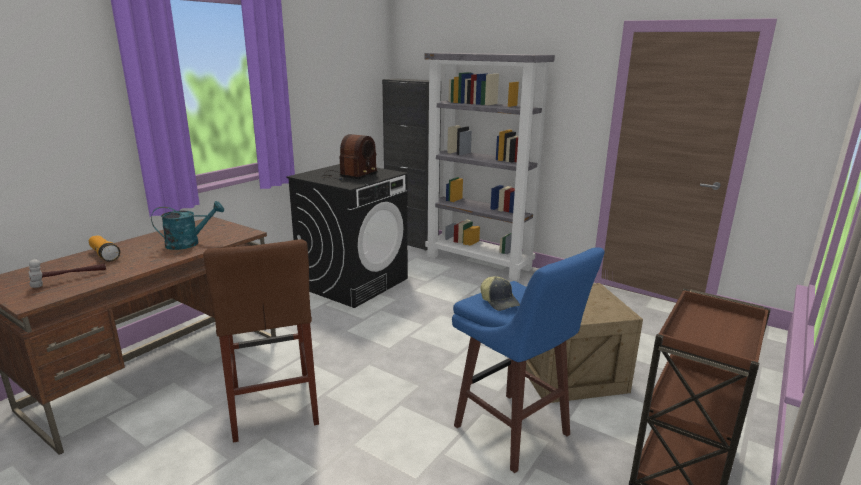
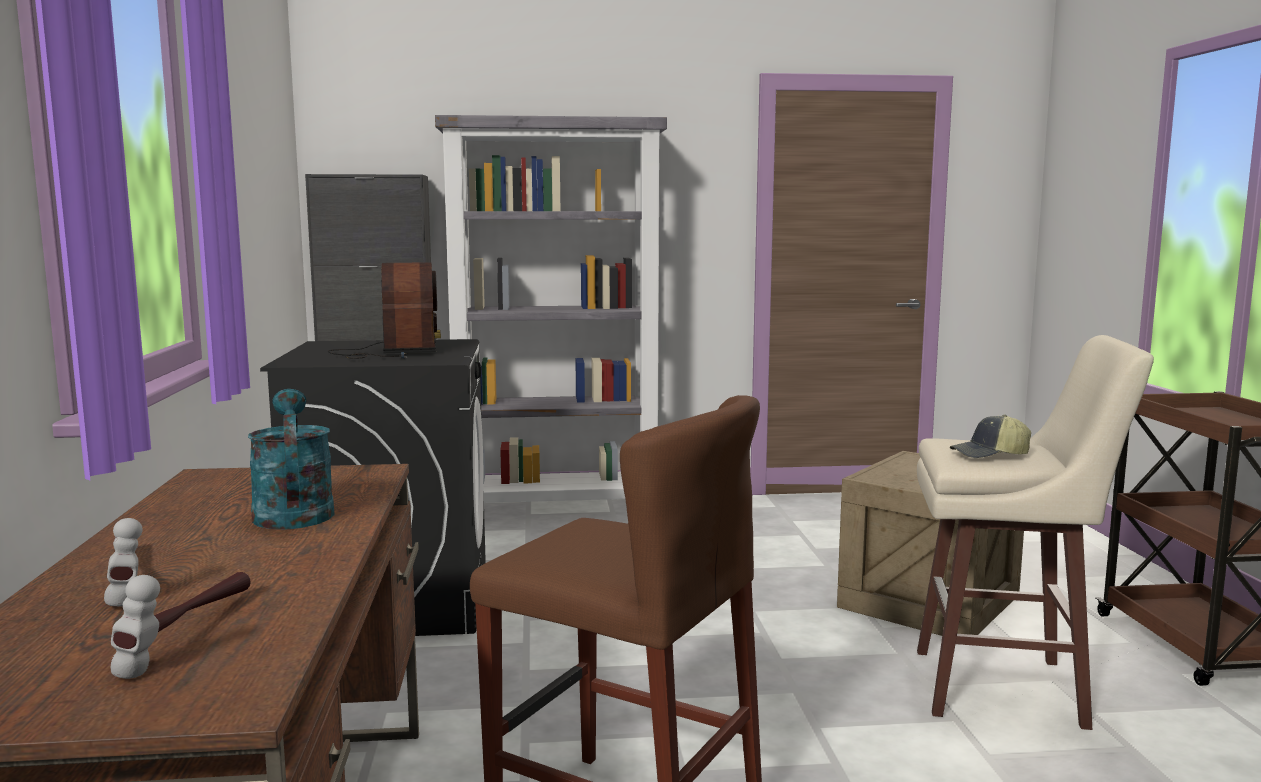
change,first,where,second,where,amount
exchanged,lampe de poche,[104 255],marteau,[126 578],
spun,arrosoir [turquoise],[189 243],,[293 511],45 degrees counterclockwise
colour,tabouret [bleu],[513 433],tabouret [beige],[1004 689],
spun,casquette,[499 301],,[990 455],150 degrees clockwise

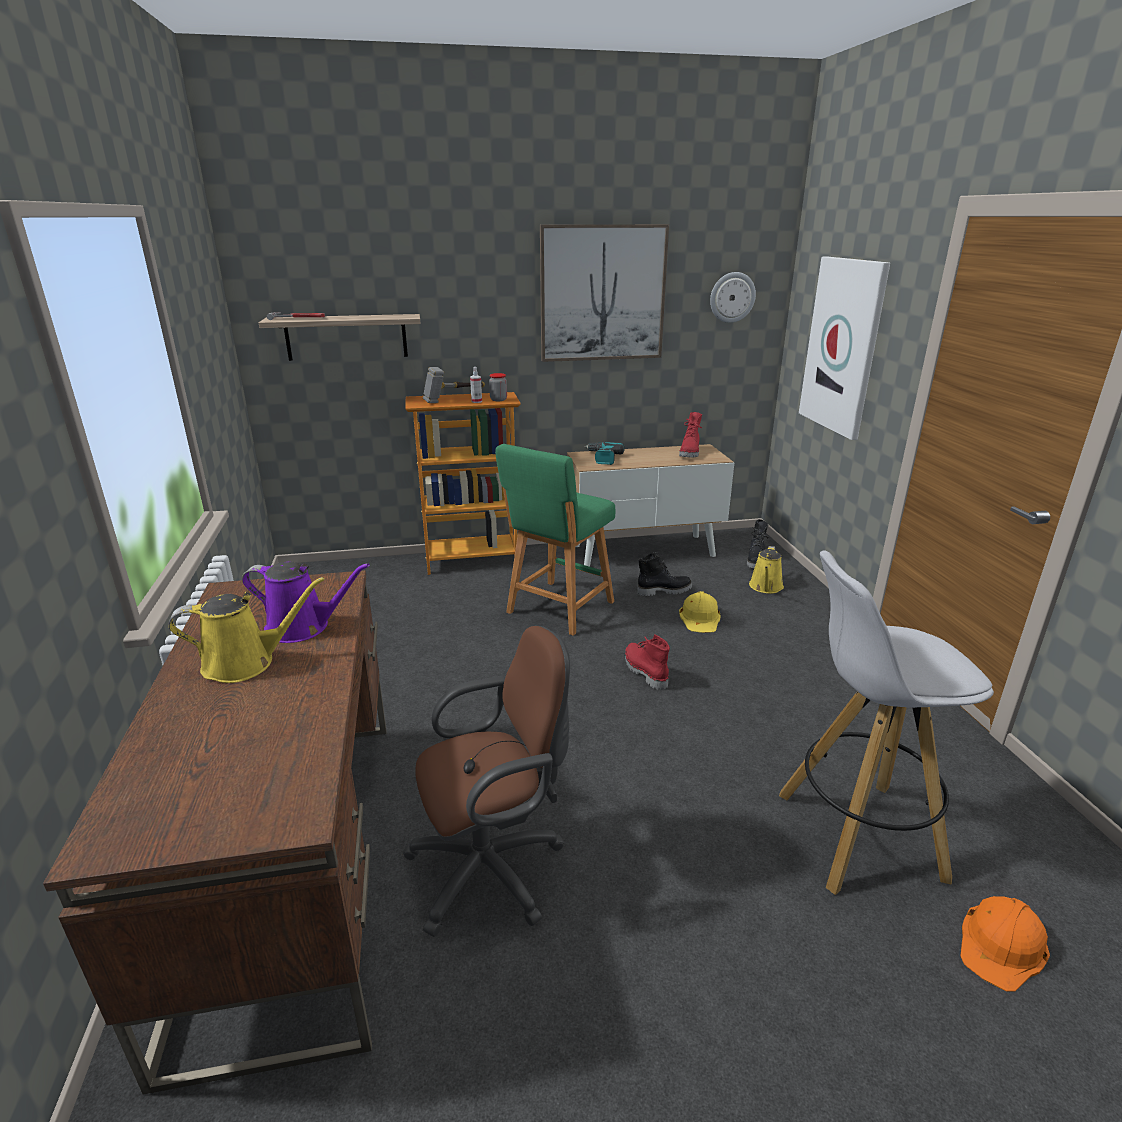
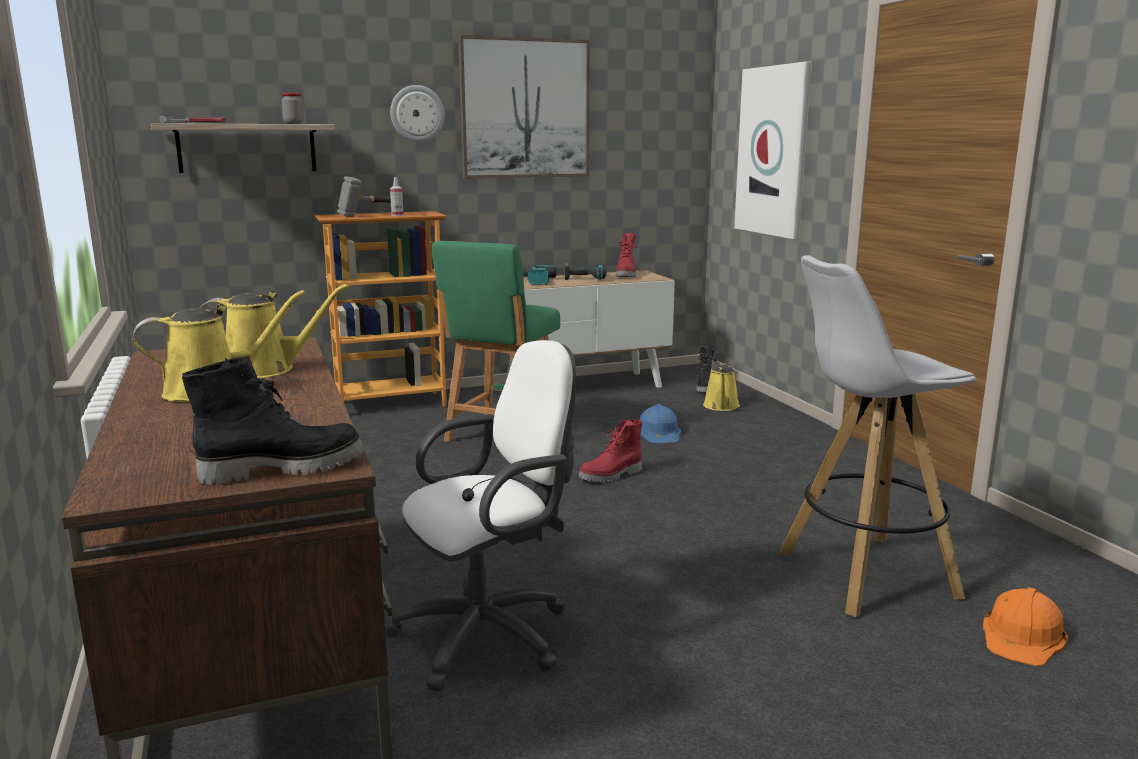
change,first,where,second,where,amount
relocated,botte [noir],[664 591],,[282 469],
colour,arrosoir [violet],[303 627],arrosoir [jaune],[266 369],
relocated,bocal,[498 399],,[293 123],
colour,chaise de bureau [marron],[494 868],chaise de bureau [blanc],[491 634],
relocated,horloge murale,[732 297],,[417 113],
appeared,,,perceuse,[586 278],
spun,botte [rouge],[644 672],,[611 476],90 degrees counterclockwise
colour,casque de chantier [jaune],[700 617],casque de chantier [bleu],[659 432],

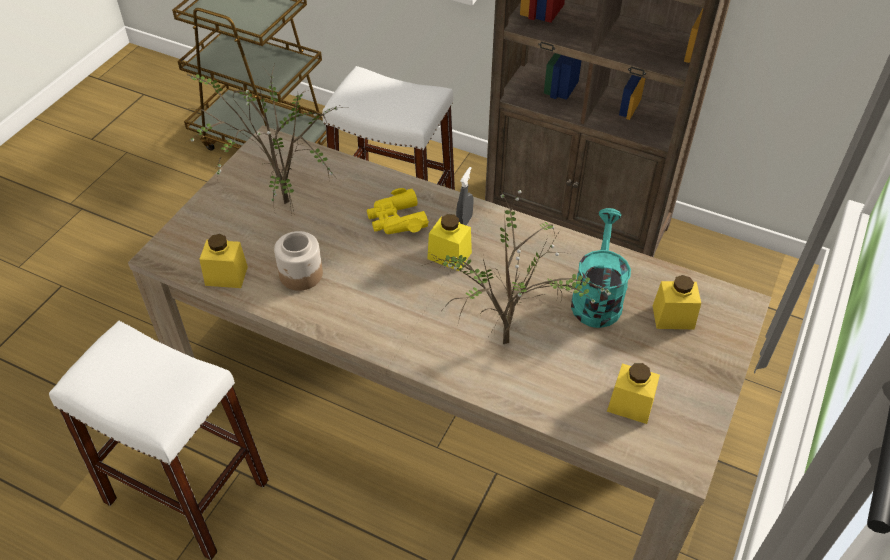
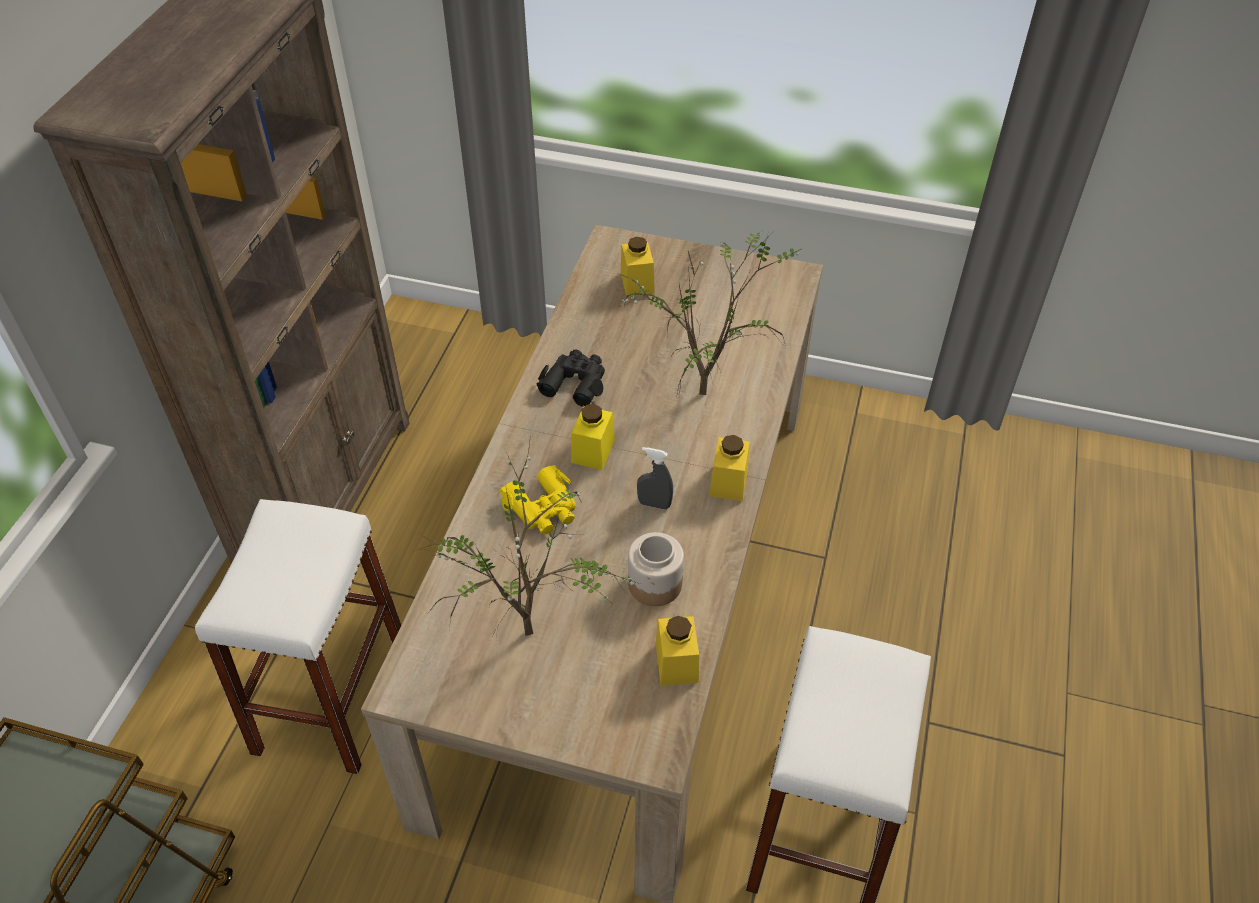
change,first,where,second,where,amount
appeared,,,jumelles [noir],[575 382],
relocated,vaporisateur [gris],[464 222],,[654 504],
relocated,bocal [jaune],[630 405],,[728 482],
missing,arrosoir [turquoise],[596 297],,,

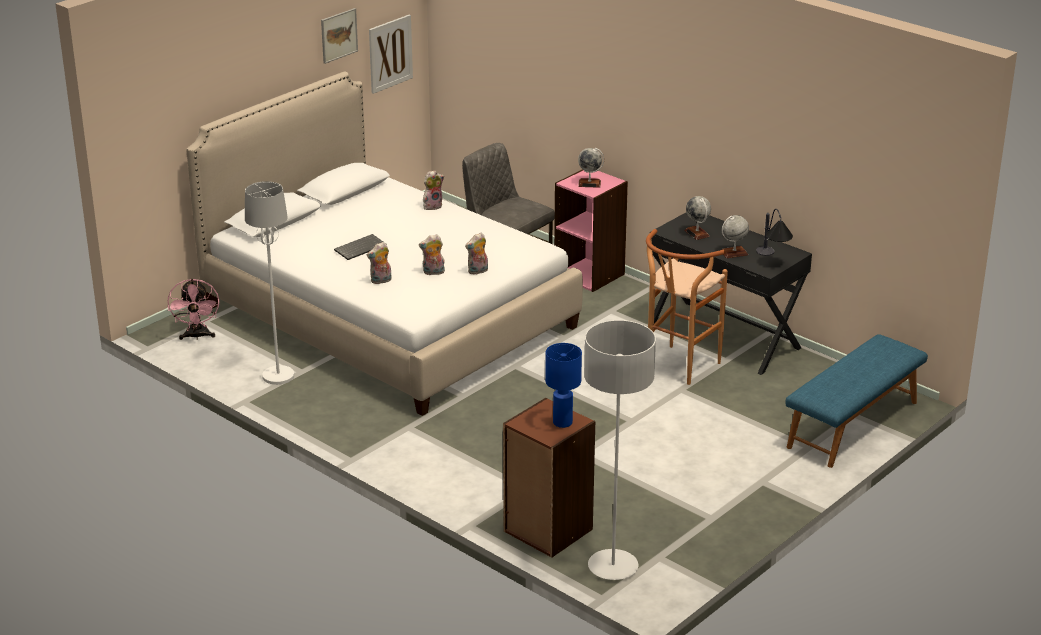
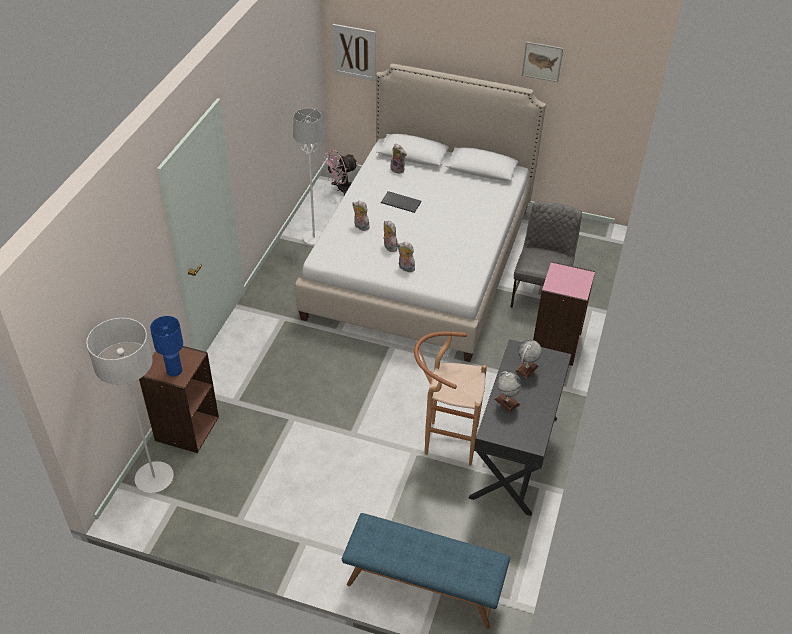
change,first,where,second,where,amount
relocated,tableau,[390 53],,[354 52],
relocated,peluche,[433 206],,[398 169],
missing,globe,[589 183],,,
missing,lampe de table,[772 260],,,

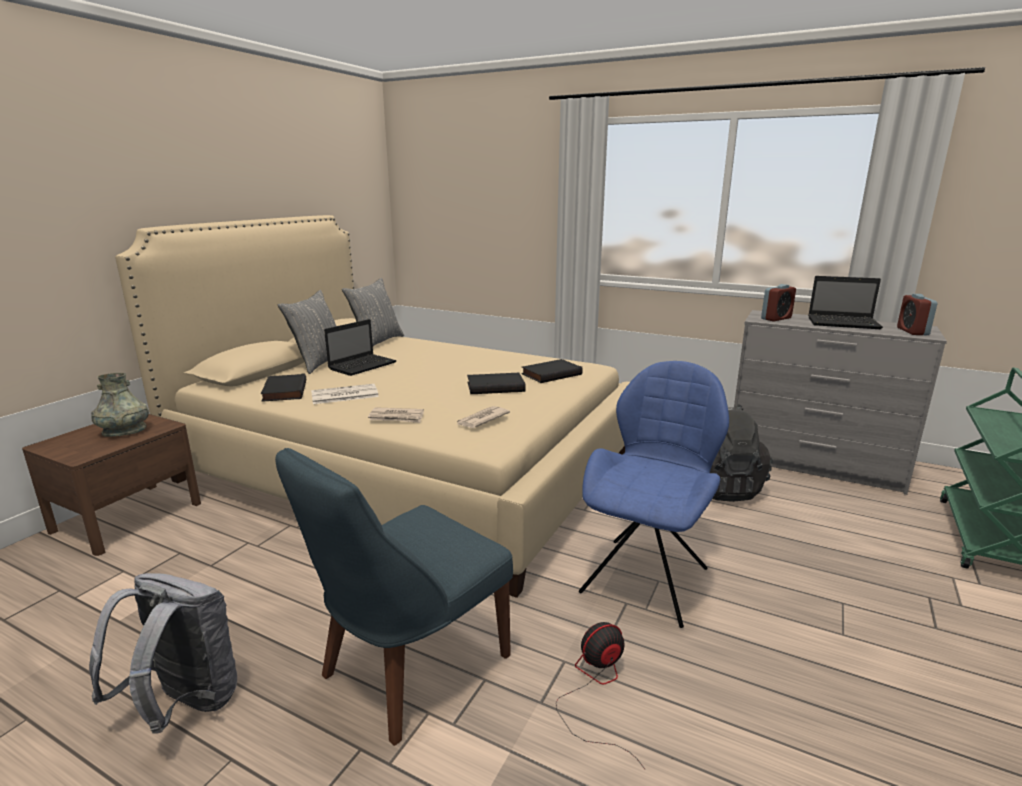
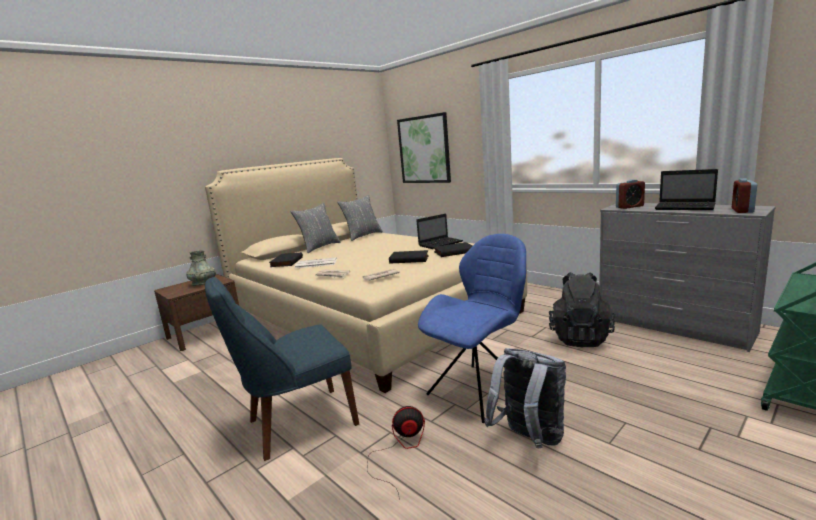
change,first,where,second,where,amount
appeared,,,tableau,[424 149],
relocated,ordinateur portable,[363 365],,[441 243],
relocated,sac à dos [gris],[184 705],,[529 439],

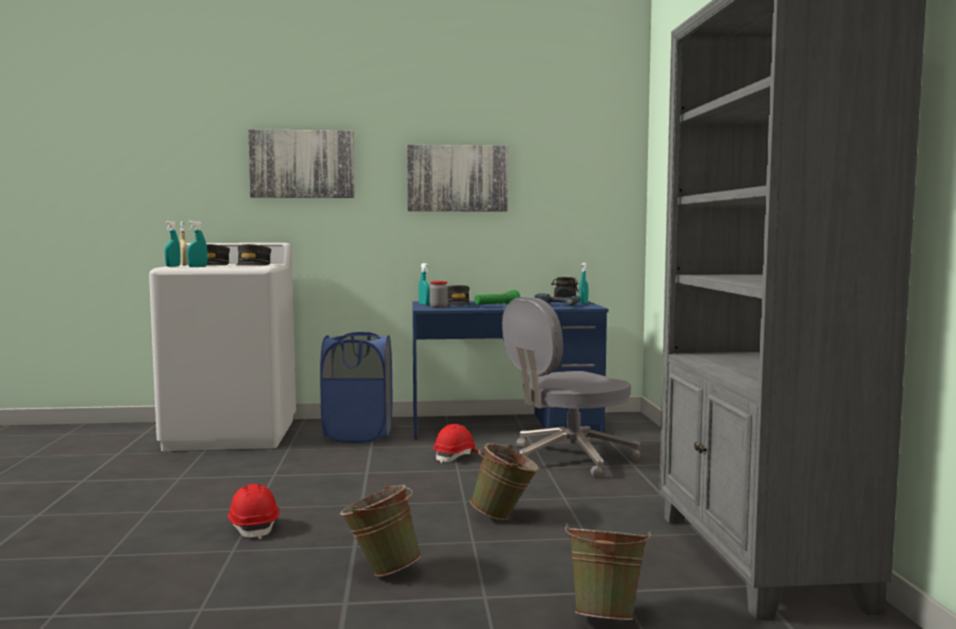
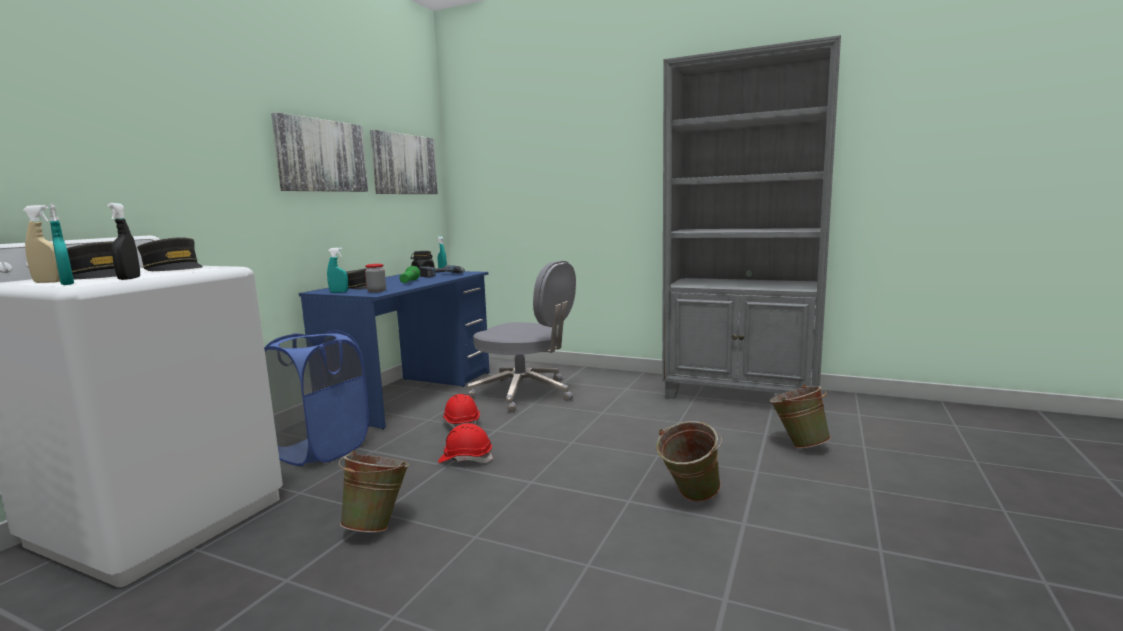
change,first,where,second,where,amount
colour,vaporisateur [turquoise],[197 267],vaporisateur [noir],[129 278],
relocated,seau [vert],[505 517],,[378 525],
relocated,tableau,[302 164],,[404 164],
relocated,casque de chantier [rouge],[254 527],,[465 459],
spun,chaise de bureau [gris],[568 459],,[525 393],60 degrees counterclockwise

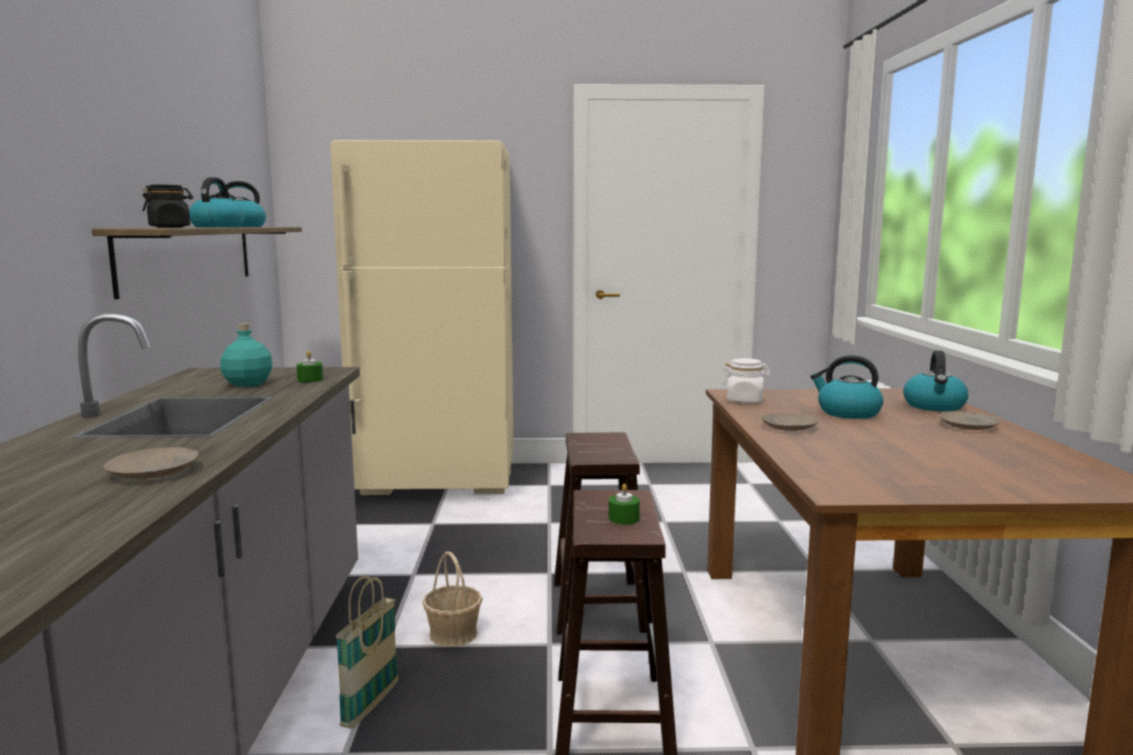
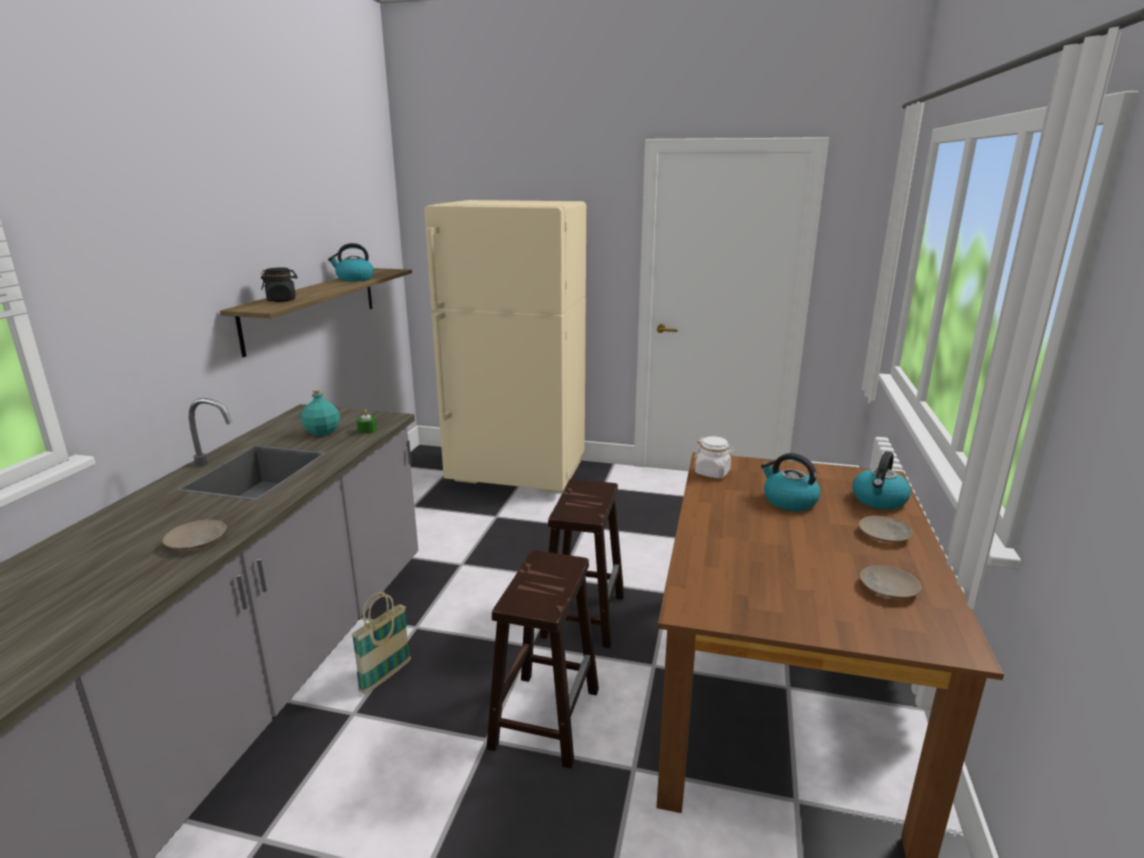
change,first,where,second,where,amount
relocated,assiette [beige],[788 427],,[887 588],
missing,bouilloire,[218 227],,,
missing,panier,[453 634],,,
missing,bougie [vert],[623 518],,,

